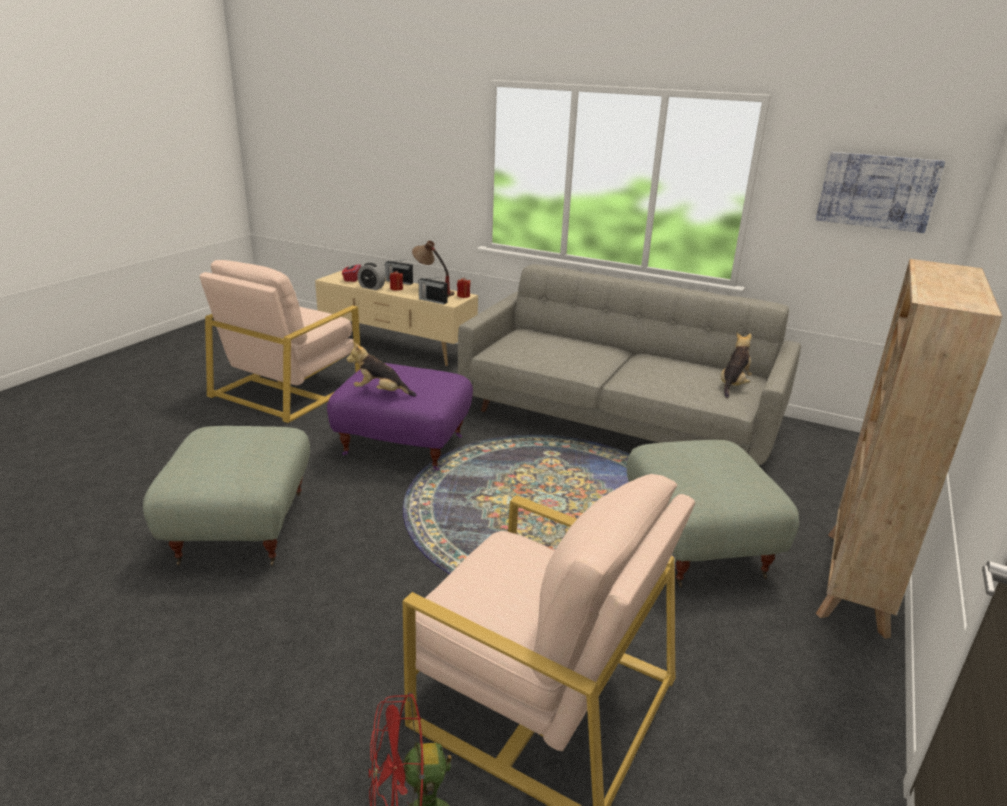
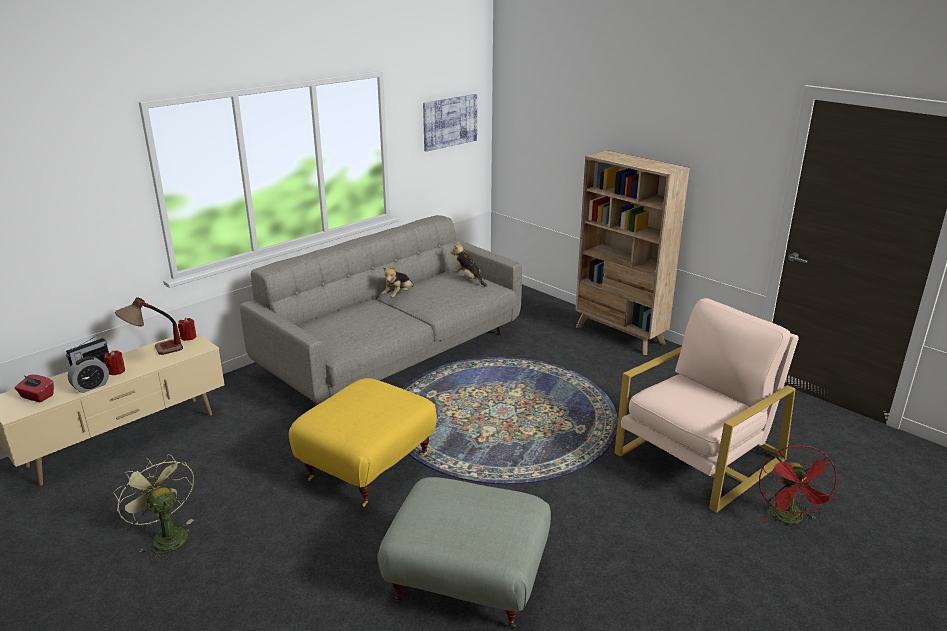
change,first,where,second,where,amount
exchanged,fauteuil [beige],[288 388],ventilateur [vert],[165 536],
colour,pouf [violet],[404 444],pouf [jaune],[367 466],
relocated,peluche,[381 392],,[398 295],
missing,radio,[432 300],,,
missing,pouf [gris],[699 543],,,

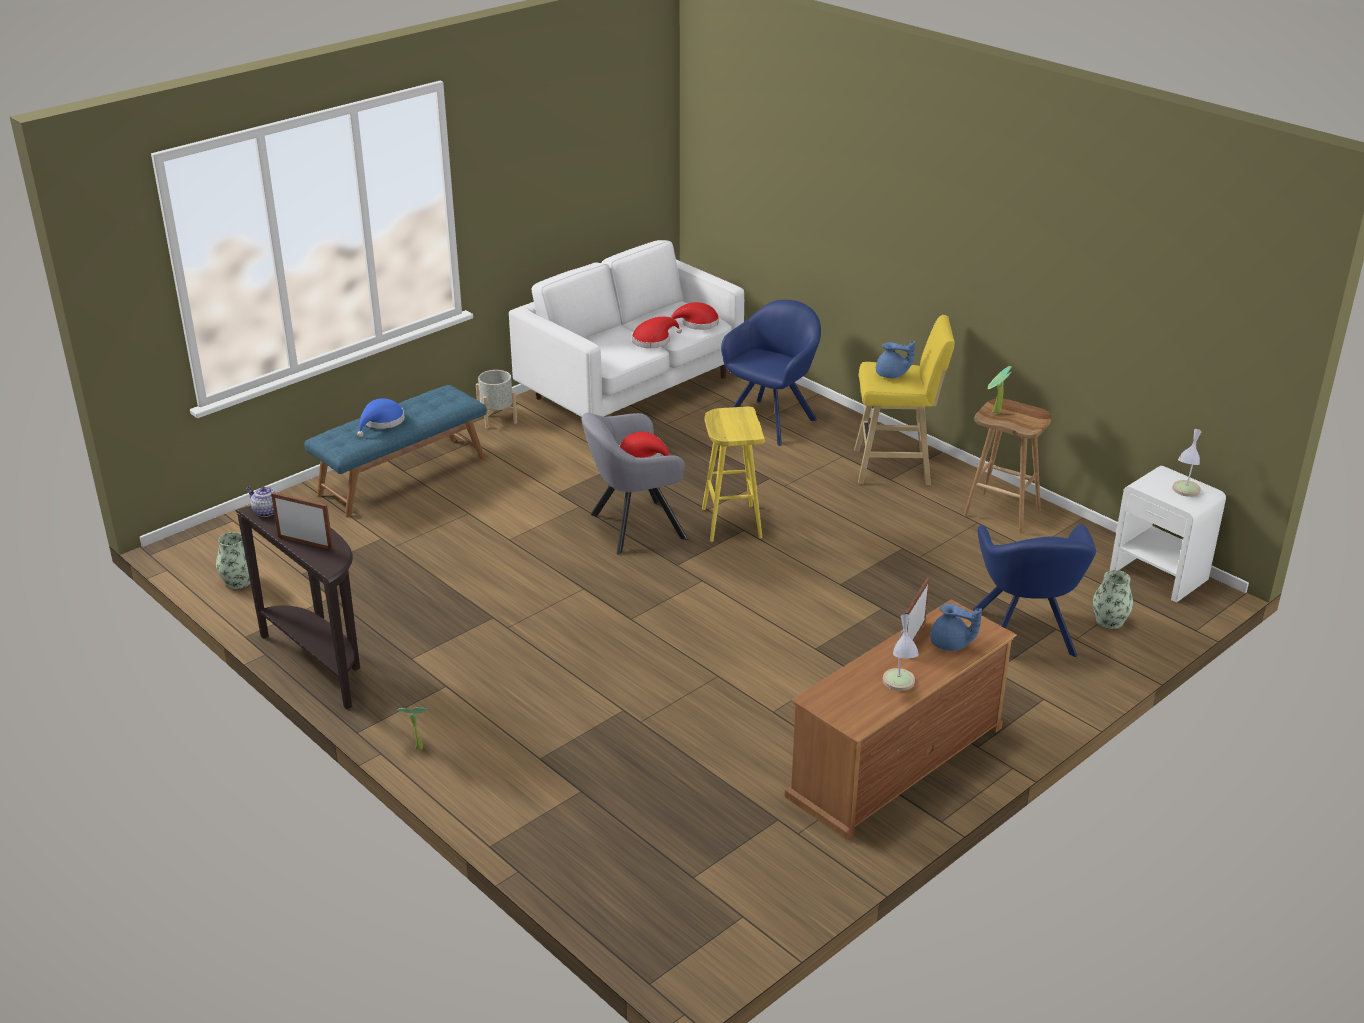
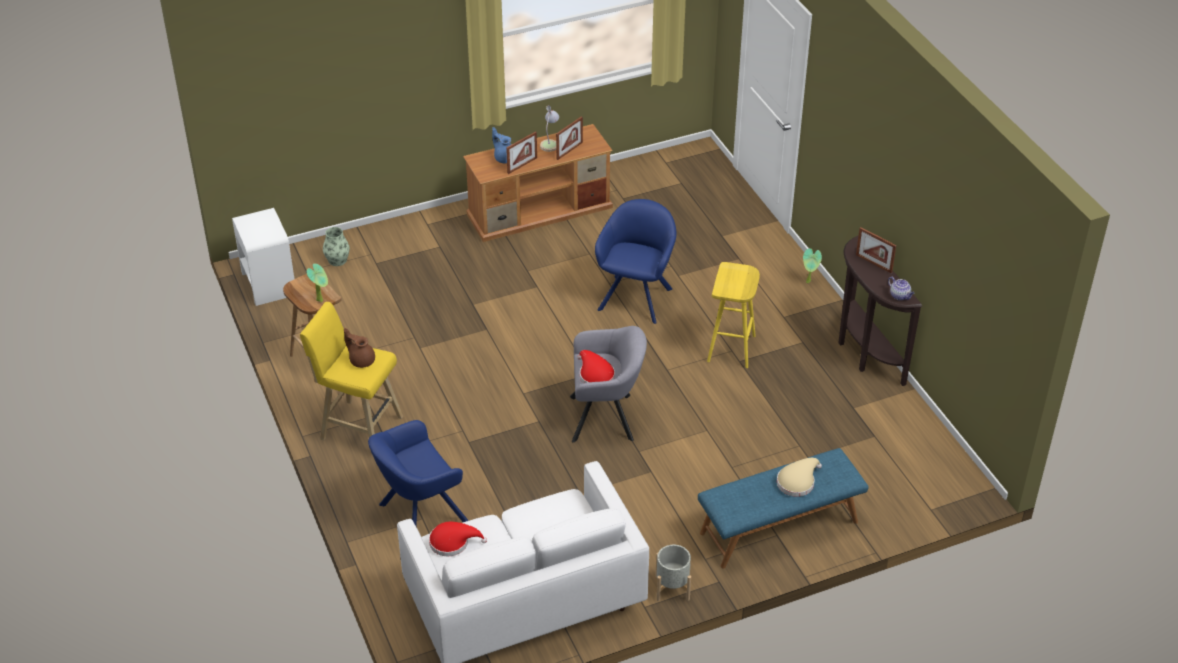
change,first,where,second,where,amount
colour,théière [bleu],[891 375],théière [marron],[361 360],
appeared,,,cadre photo,[569 151],
relocated,fauteuil [bleu],[1024 636],,[637 296],
relocated,tabouret [jaune],[730 522],,[732 349],
colour,chapeau [bleu],[381 422],chapeau [beige],[797 481],
missing,vase,[238 581],,,
missing,chapeau [rouge],[654 340],,,
missing,lampe de table,[1184 492],,,

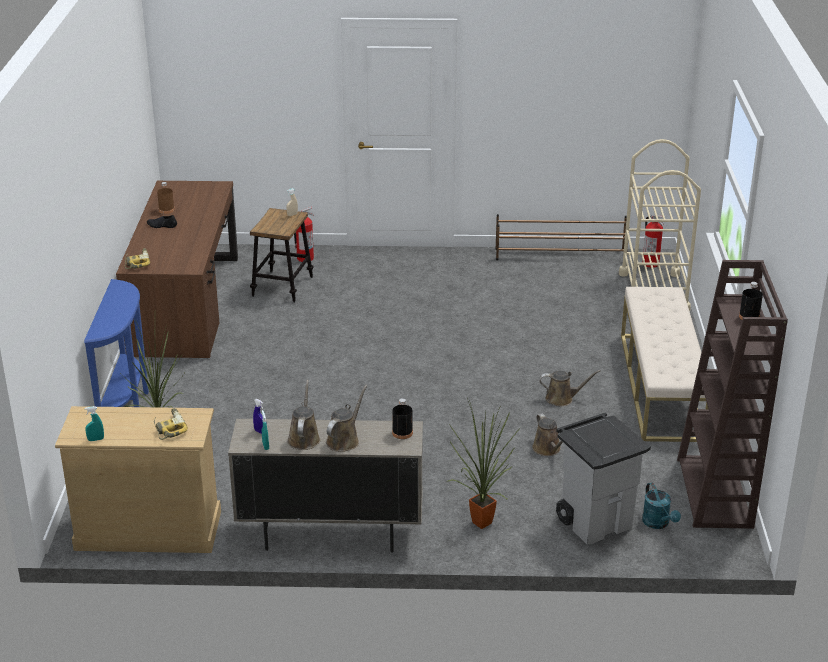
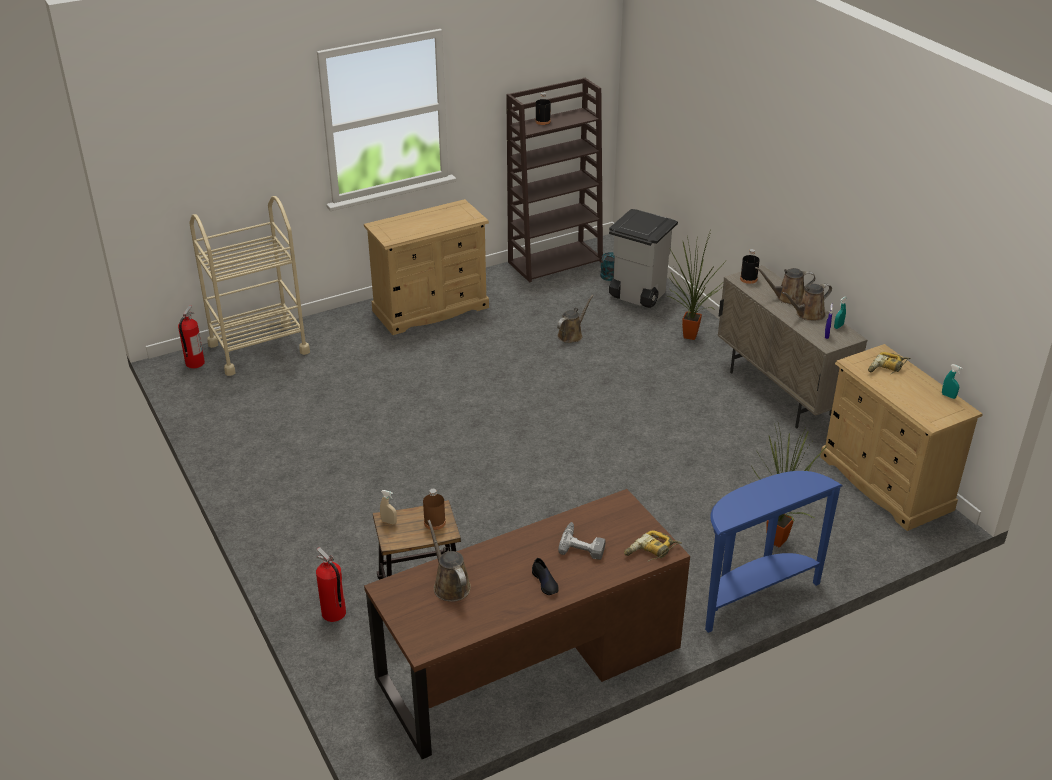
change,first,where,second,where,amount
exchanged,banc [beige],[661 386],commode [beige],[431 309],
relocated,bouteille [marron],[166 210],,[434 522],
relocated,arrosoir [marron],[562 399],,[450 585],
appeared,,,perceuse,[583 544],
missing,étagère à chaussures [marron],[561 255],,,

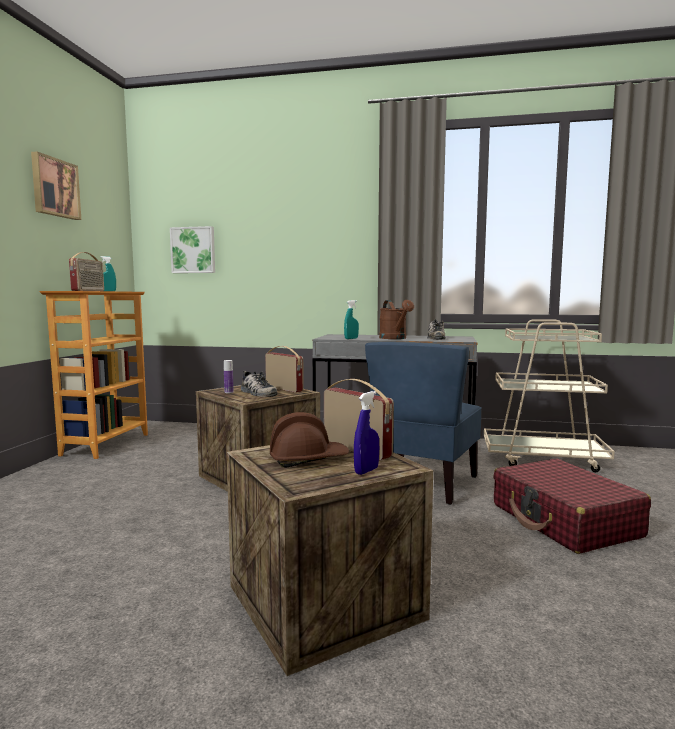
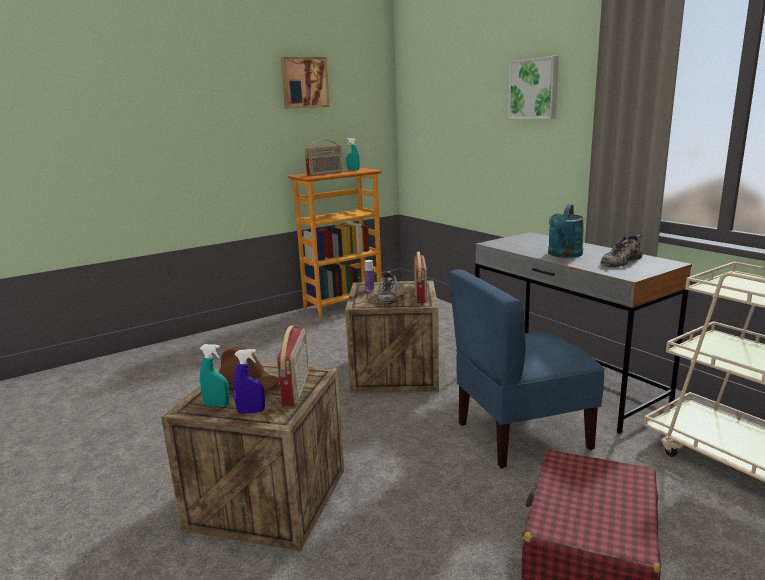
change,first,where,second,where,amount
relocated,vaporisateur [turquoise],[351 338],,[217 405],
relocated,tableau,[193 250],,[534 89],
colour,arrosoir [marron],[395 338],arrosoir [turquoise],[564 255],

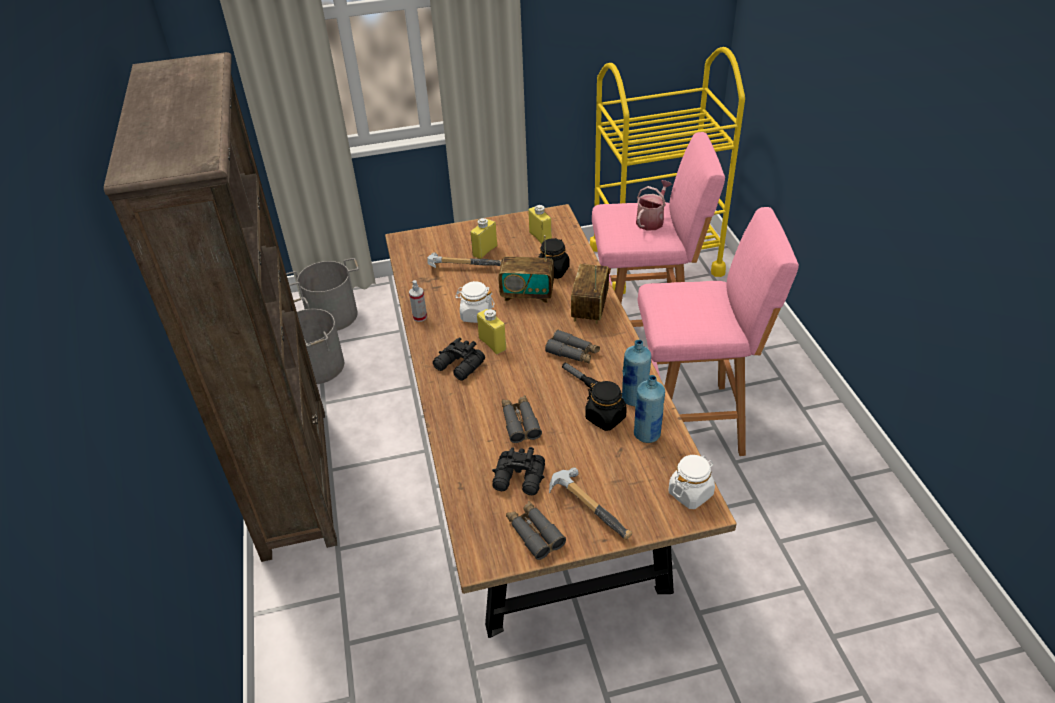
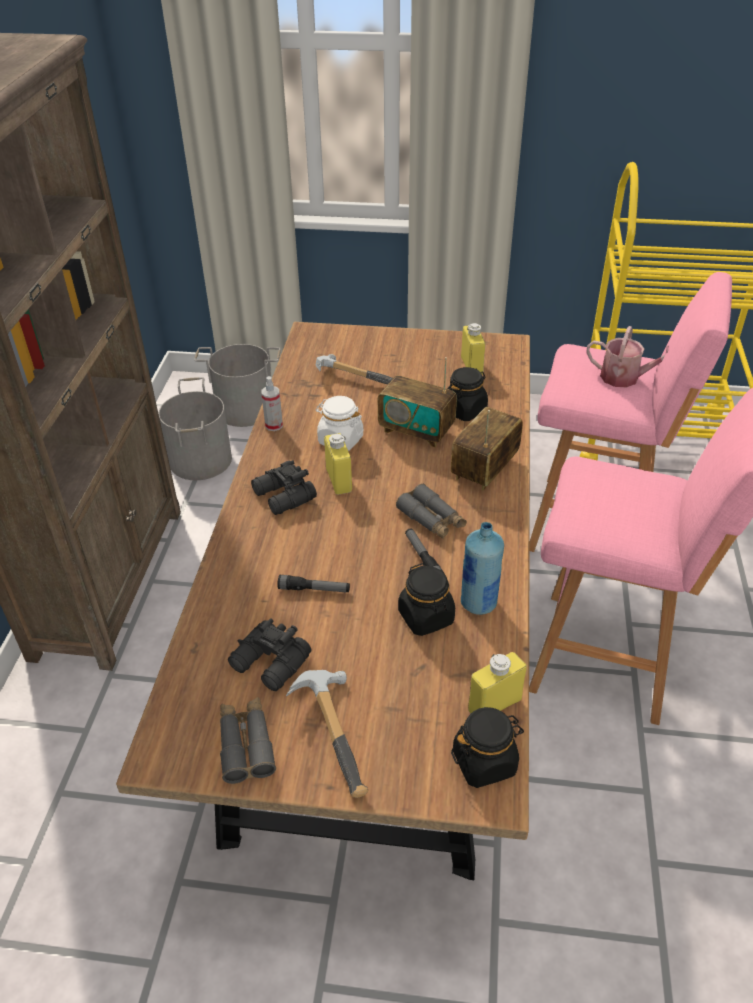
change,first,where,second,where,amount
exchanged,jumelles [gris],[520 422],lampe de poche,[314 589],
colour,bocal [blanc],[690 493],bocal [noir],[484 762],
relocated,bouteille [jaune],[485 251],,[494 705],
spun,arrosoir,[651 220],,[625 378],60 degrees clockwise
missing,bouteille [bleu],[647 434],,,

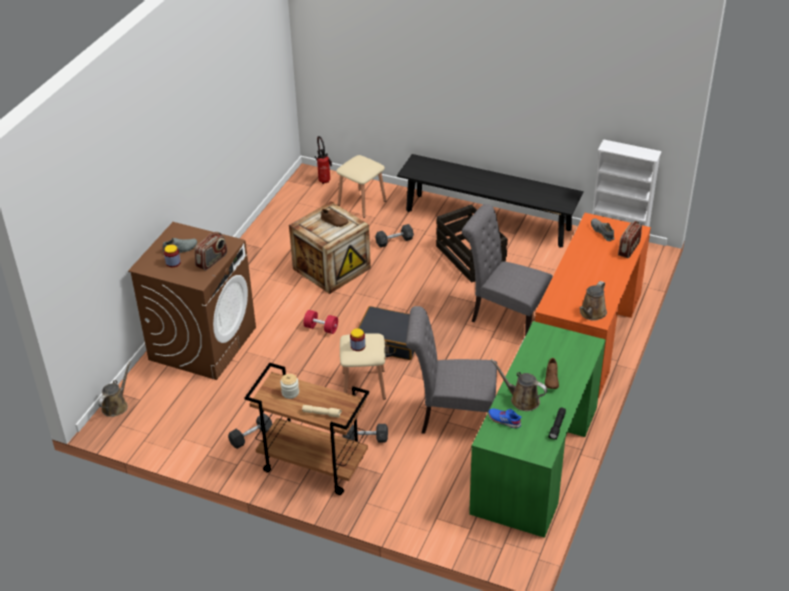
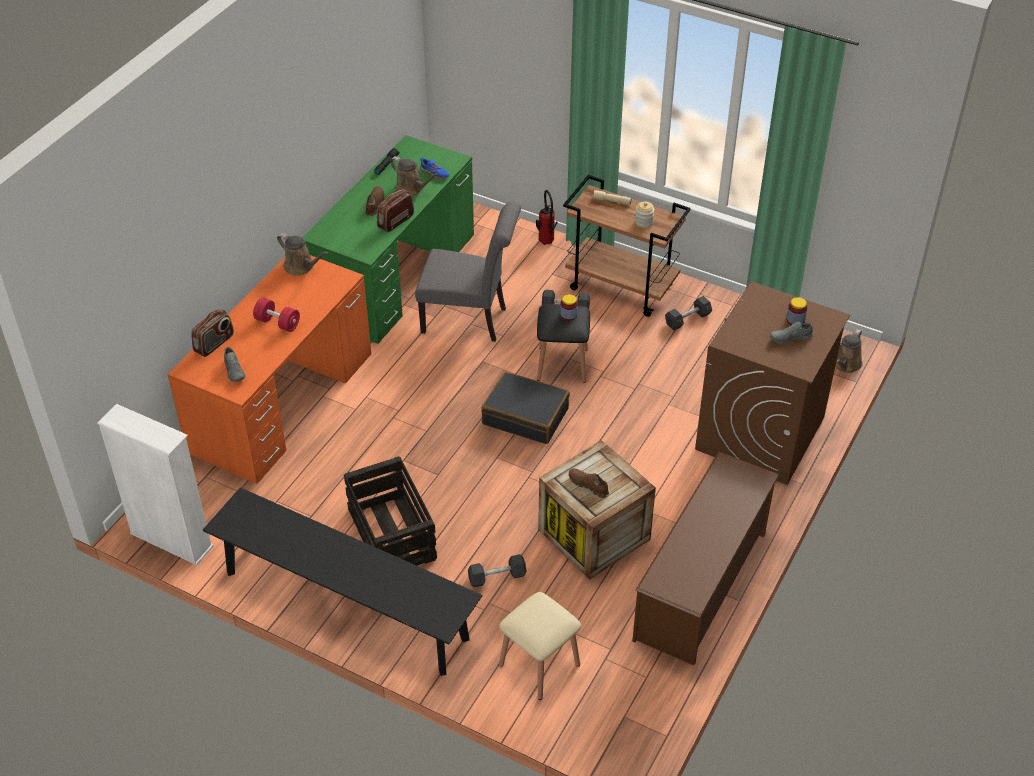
change,first,where,second,where,amount
relocated,haltère [rouge],[321 328],,[277 323],
spun,arrosoir [marron],[592 313],,[301 267],90 degrees clockwise
relocated,radio,[212 260],,[395 221],
relocated,extincteur,[324 180],,[546 243],
colour,tabouret [beige],[364 385],tabouret [noir],[562 364],
appeared,,,étagère à chaussures [marron],[701 586],
missing,chaise [gris],[504 317],,,

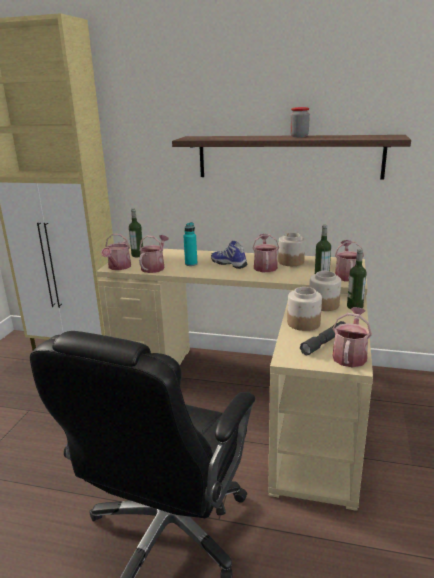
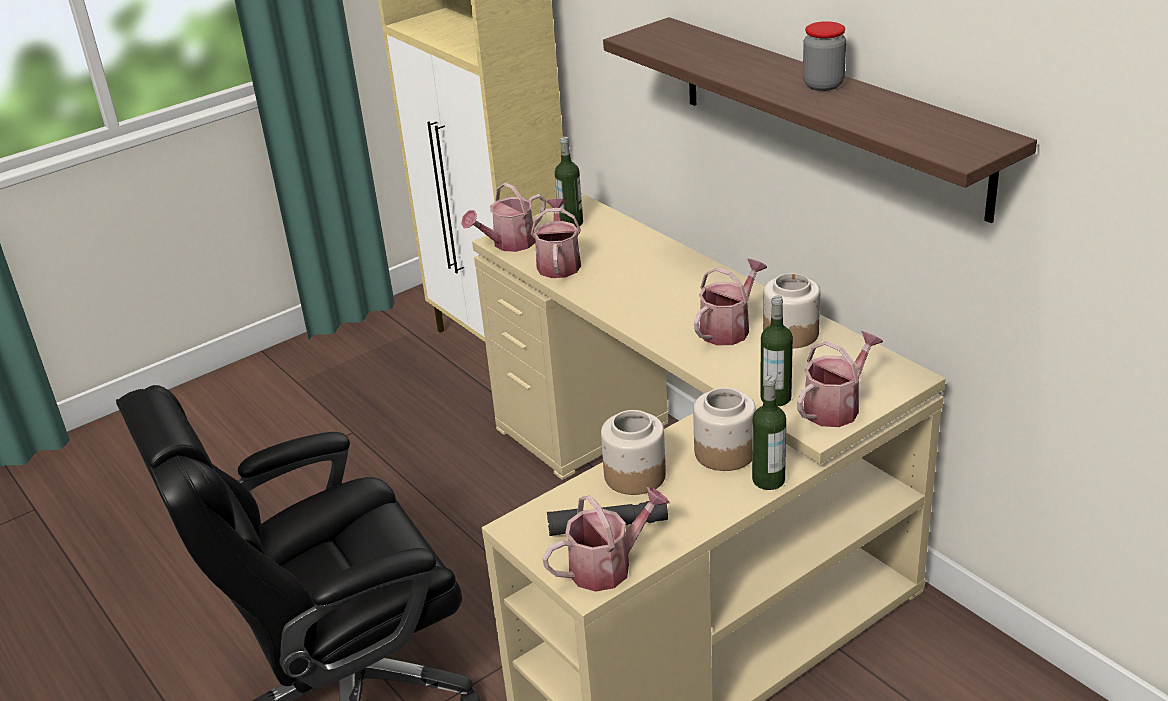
change,first,where,second,where,amount
spun,arrosoir,[154 267],,[559 263],60 degrees counterclockwise
missing,bouteille [turquoise],[191 264],,,
missing,chaussure,[229 264],,,

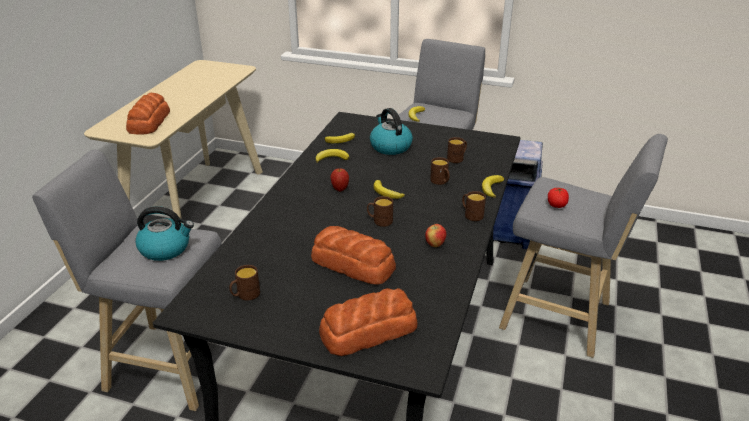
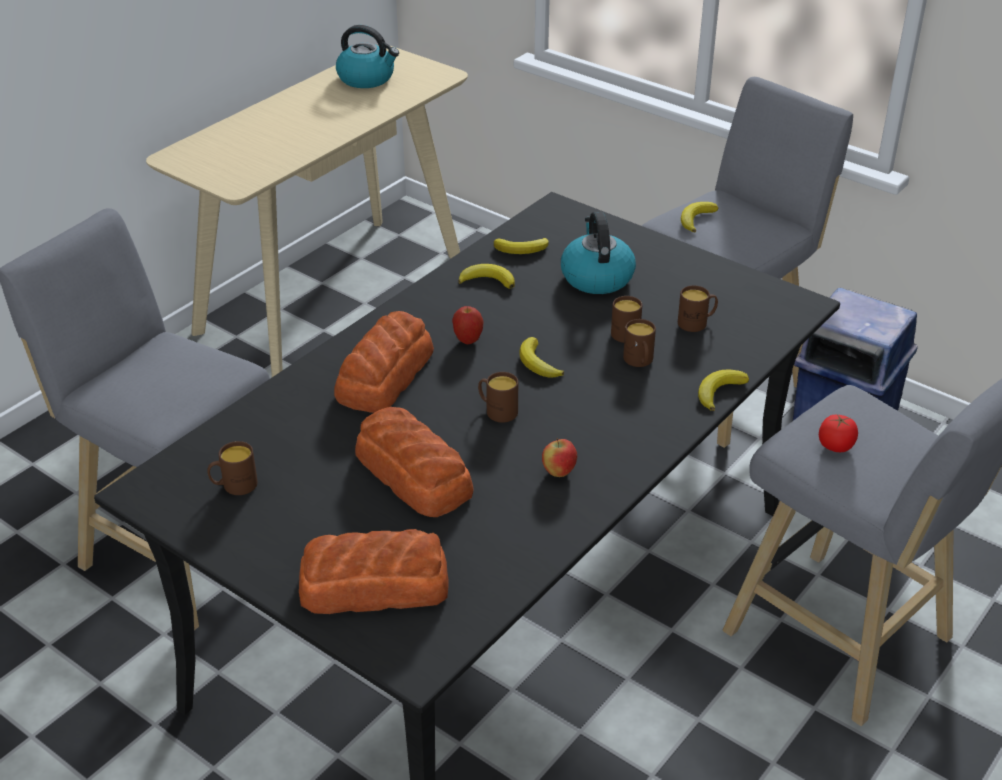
change,first,where,second,where,amount
relocated,pain,[148 122],,[383 375],
relocated,bouilloire,[166 248],,[367 78],
relocated,mug [marron],[471 214],,[622 331],

